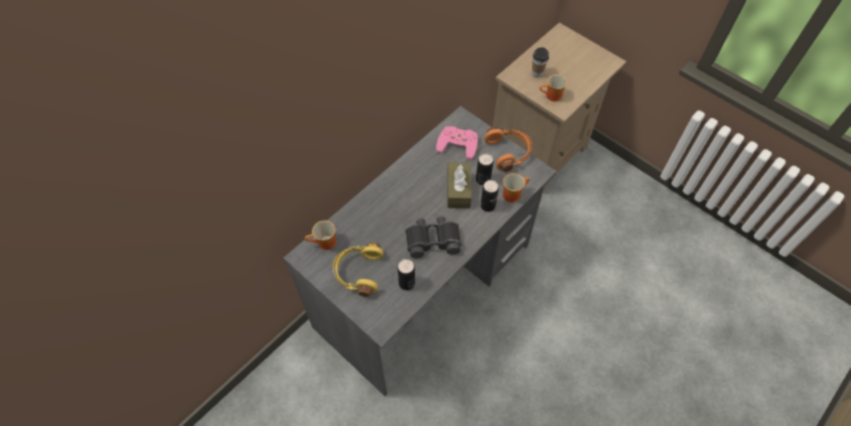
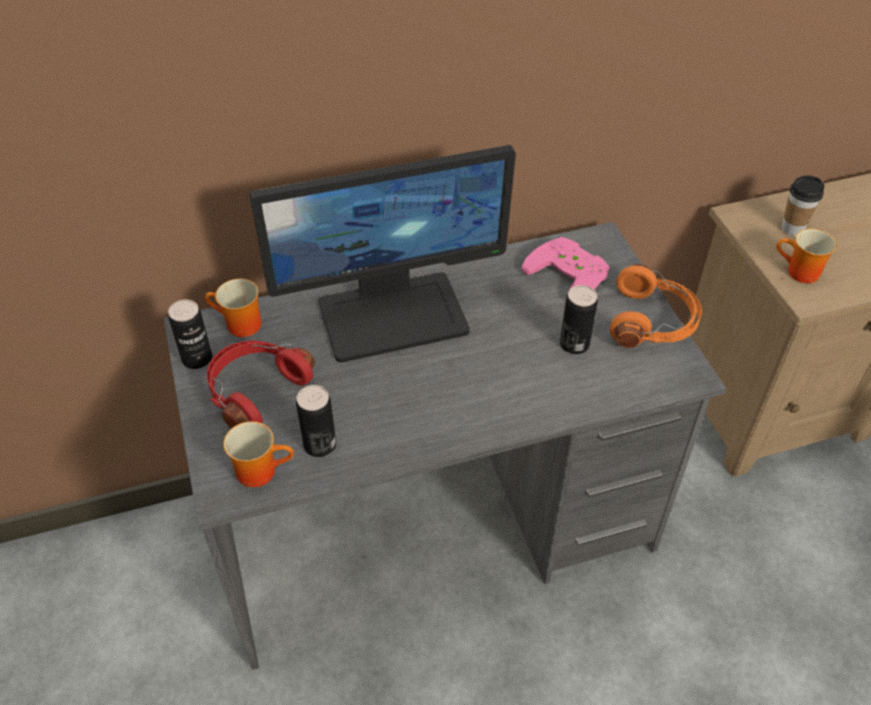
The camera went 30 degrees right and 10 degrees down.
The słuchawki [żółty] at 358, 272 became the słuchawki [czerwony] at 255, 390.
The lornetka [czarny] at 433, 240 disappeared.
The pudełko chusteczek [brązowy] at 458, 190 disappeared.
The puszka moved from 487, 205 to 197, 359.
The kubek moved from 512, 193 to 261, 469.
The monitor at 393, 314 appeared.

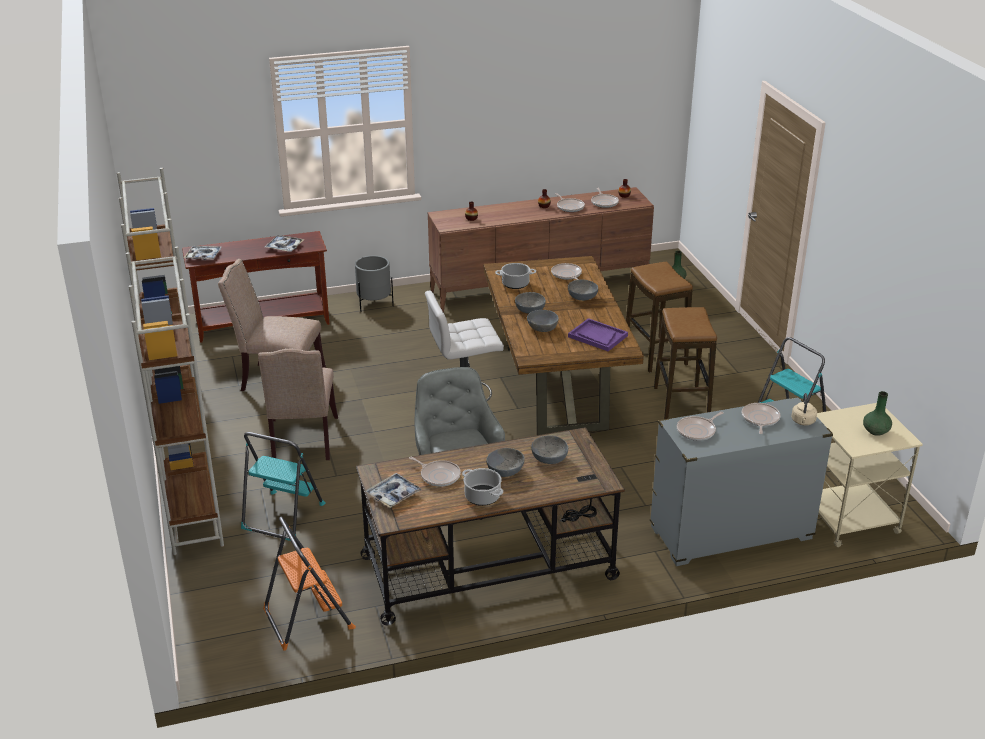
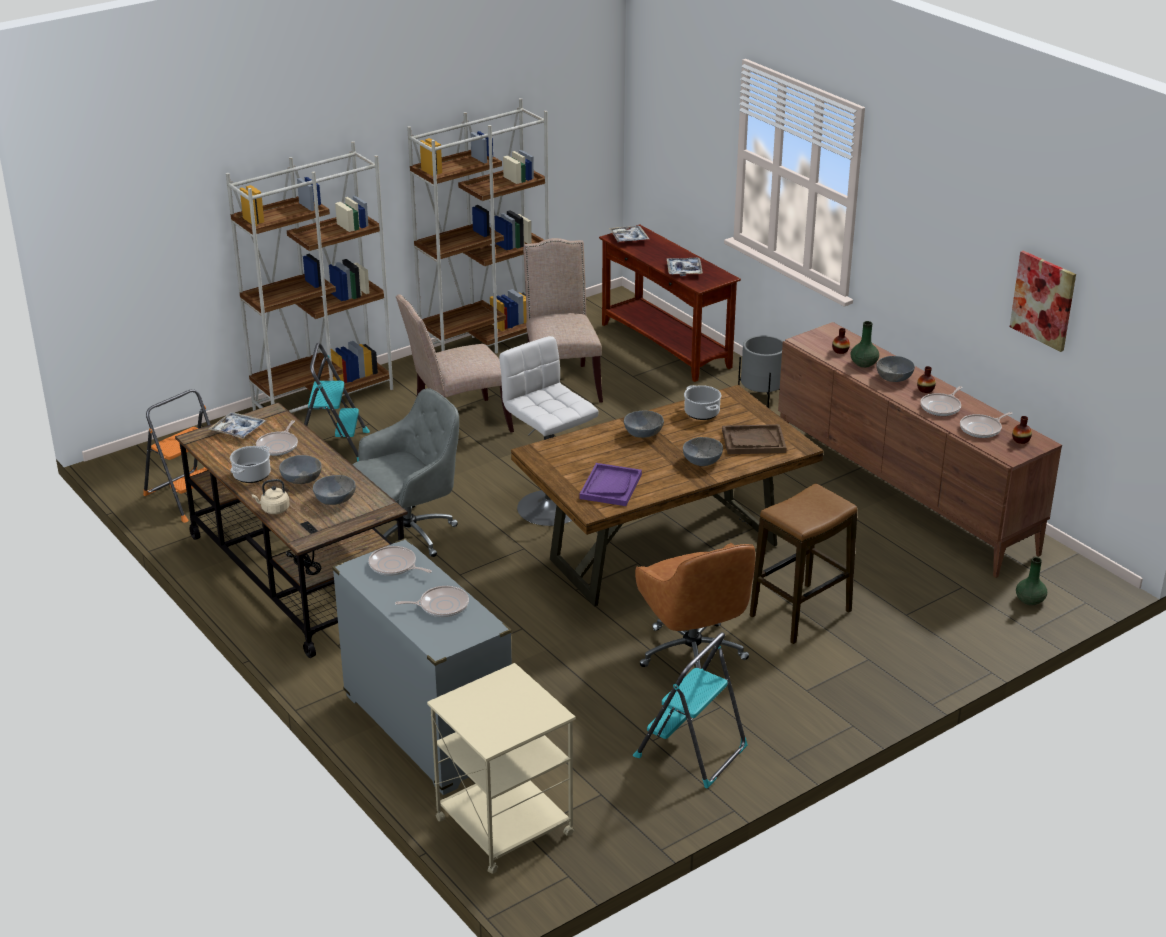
The camera went 70 degrees right and 0 degrees up.
The miska [szary] moved from 542, 328 to 894, 378.
The patelnia at 567, 275 was replaced by the taca [brązowy] at 753, 441.
The stołek at 681, 404 was replaced by the krzesło biurowe [brązowy] at 691, 653.
The czajnik [beżowy] moved from 803, 422 to 273, 509.
The wazon [zielony] moved from 875, 431 to 864, 364.
The obraz at 1043, 300 appeared.

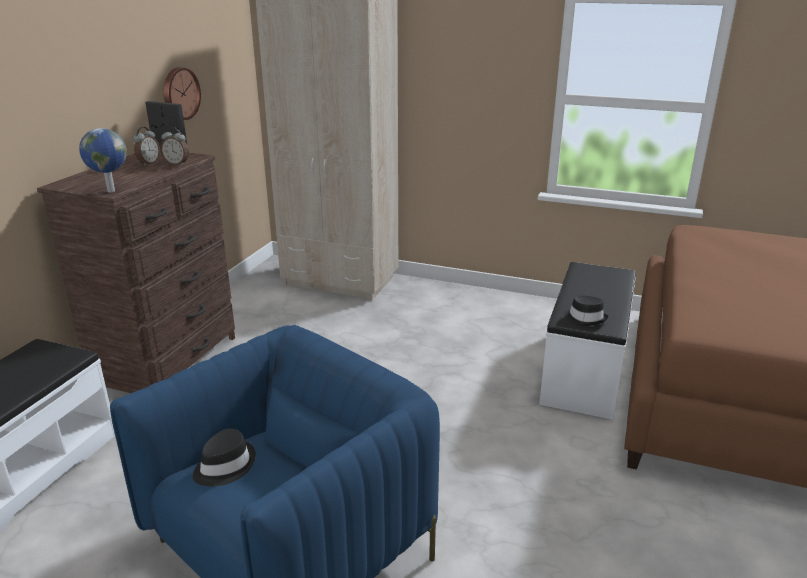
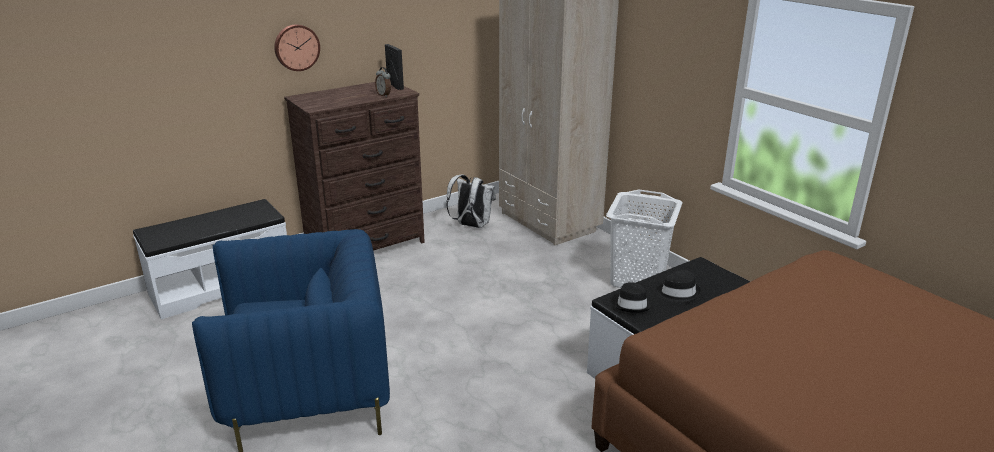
The camera went 35 degrees right and 0 degrees up.
The globus at 110, 191 disappeared.
The budzik at 148, 163 disappeared.
The zegar ścienny moved from 180, 93 to 296, 47.
The kapelusz [czarny] moved from 224, 466 to 677, 293.
The plecak [biały] at 471, 225 appeared.
The kosz na pranie [biały] at 638, 279 appeared.

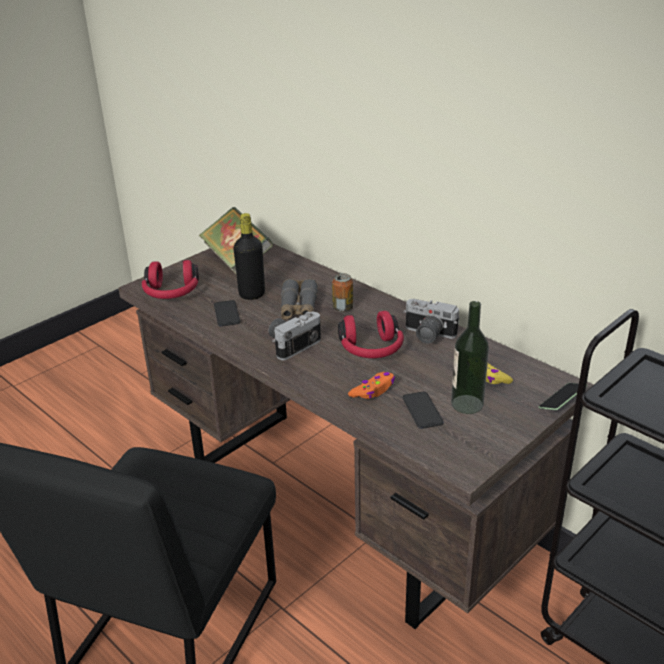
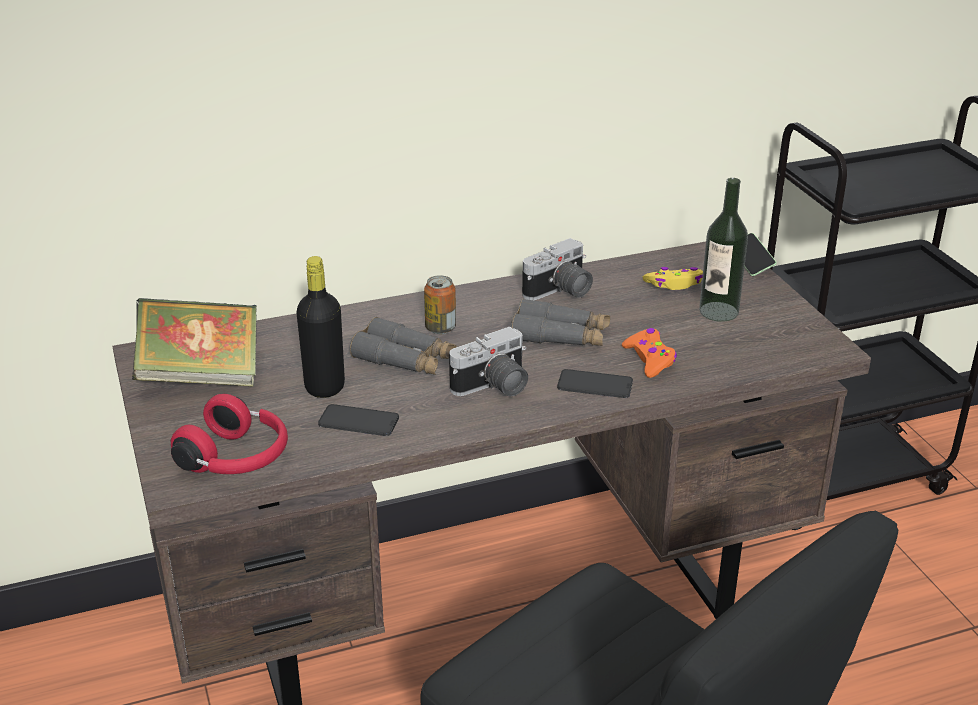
The camera went 65 degrees left and 0 degrees up.
The aparat fotograficzny at 292, 344 turned 105 degrees counterclockwise.
The słuchawki [czerwony] at 371, 350 was replaced by the lornetka [szary] at 560, 336.
The telefon moved from 422, 410 to 595, 385.

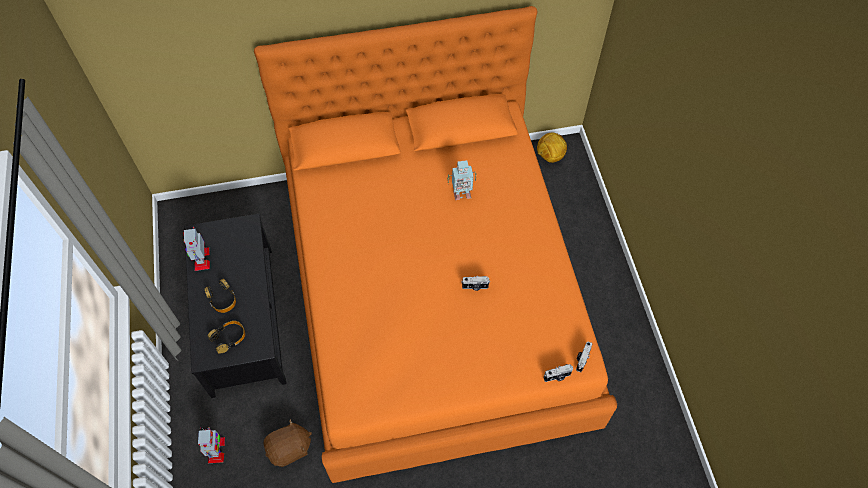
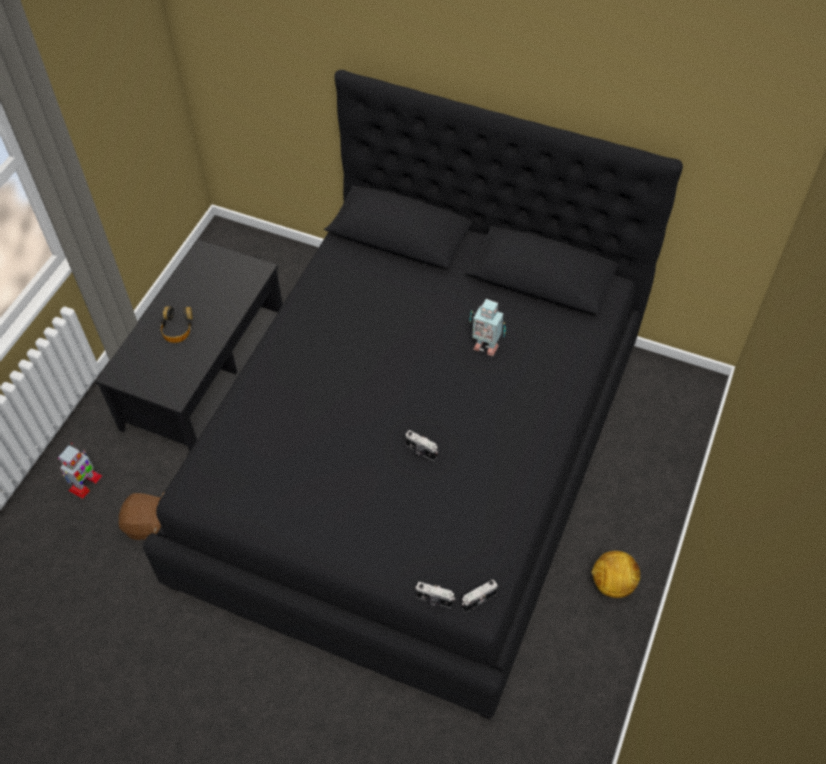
The camera went 35 degrees right and 5 degrees down.
The robot zabawkowy at 201, 258 disappeared.
The słuchawki at 229, 337 disappeared.
The łóżko [pomarańczowy] at 434, 296 became the łóżko [czarny] at 415, 461.
The piłka futbolowa moved from 550, 156 to 612, 584.

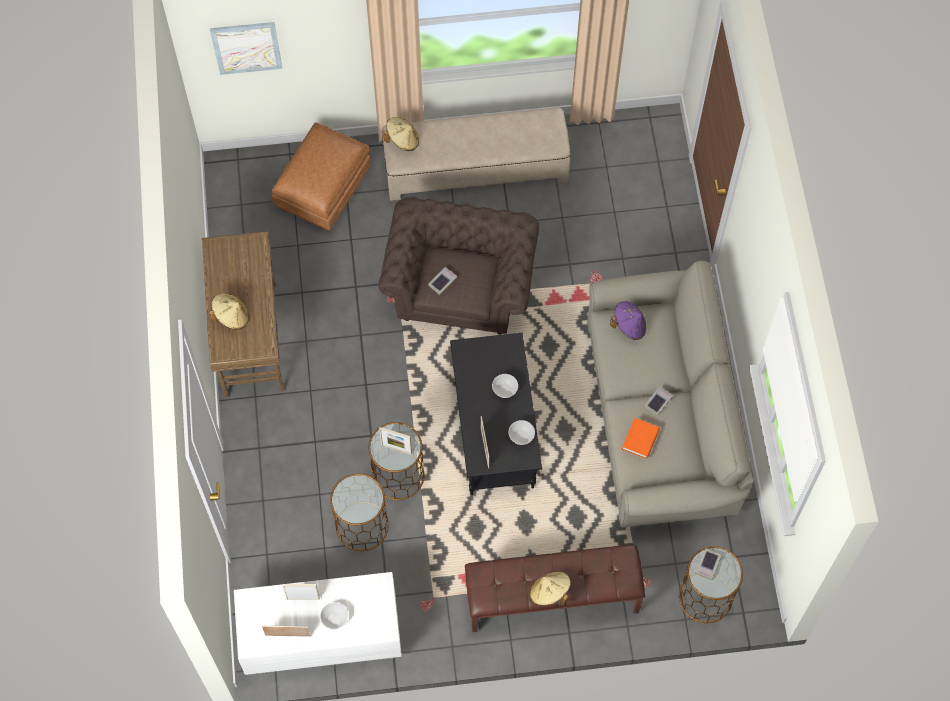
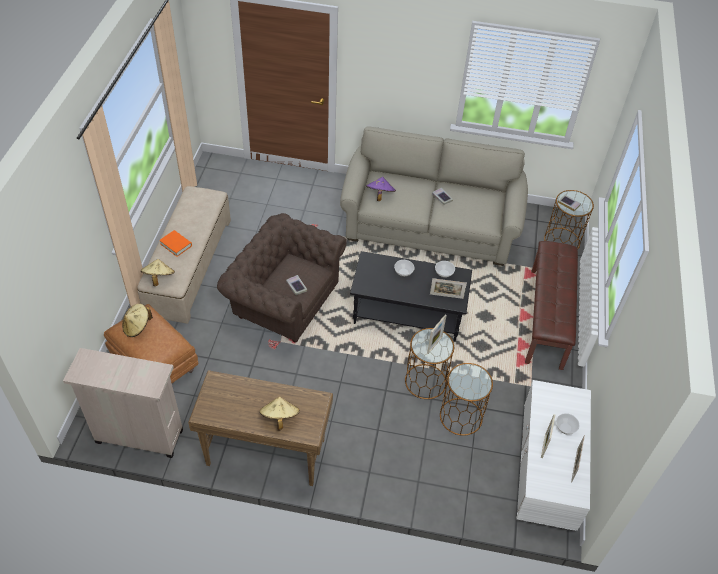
The camera went 75 degrees left and 15 degrees down.
The obraz at 246, 47 disappeared.
The kapelusz [beżowy] moved from 549, 593 to 137, 327.
The książka [pomarańczowy] moved from 640, 440 to 176, 245.
The szafka [beżowy] at 138, 436 appeared.

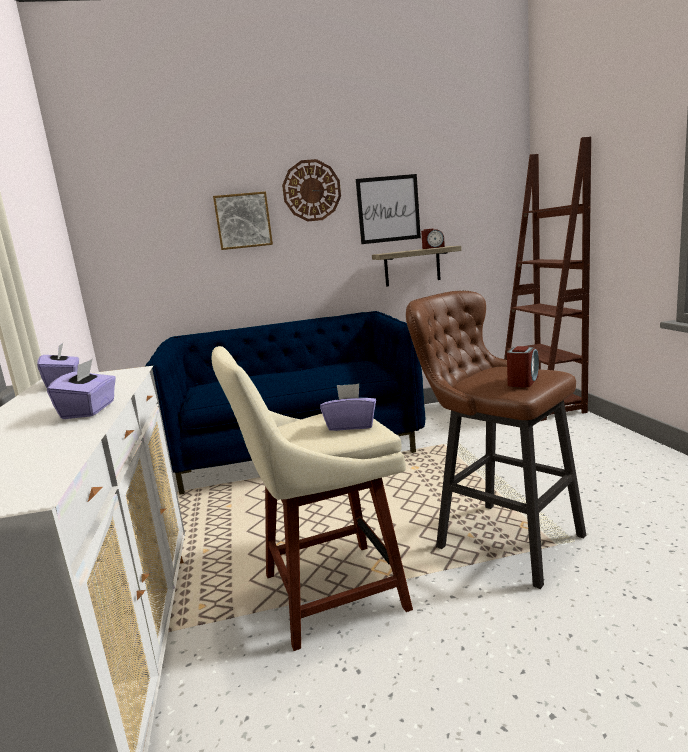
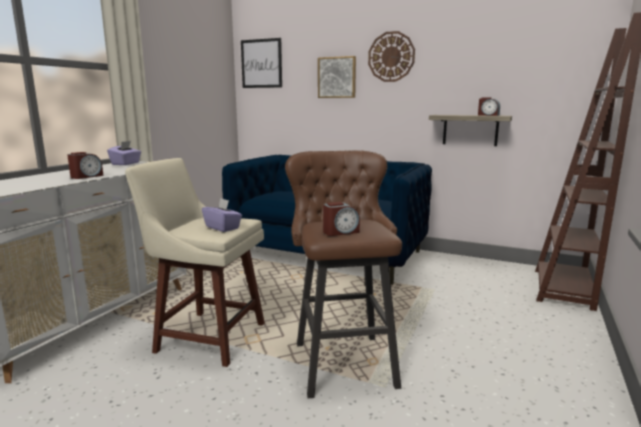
The camera went 35 degrees right and 0 degrees up.
The pudełko chusteczek [fioletowy] at 90, 410 was replaced by the budzik at 86, 176.
The obraz moved from 388, 209 to 261, 63.

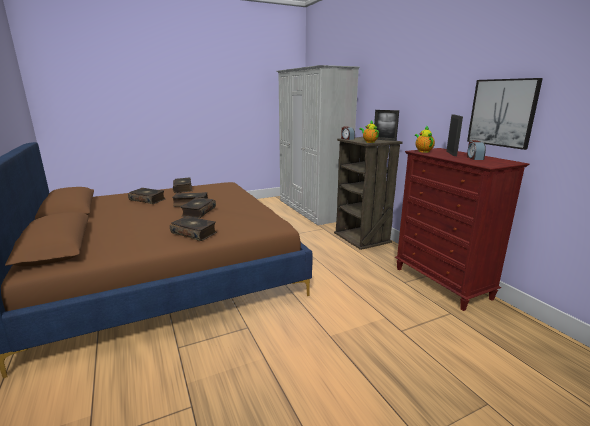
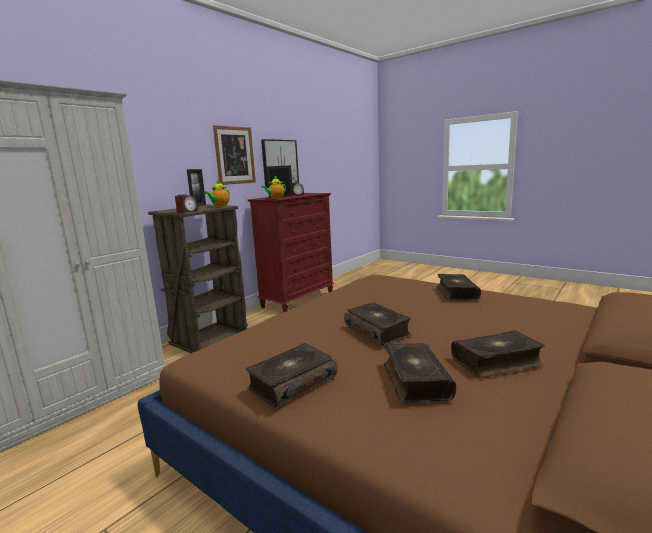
The camera went 115 degrees left and 5 degrees down.
The książka moved from 198, 212 to 496, 362.
The obraz at 234, 155 appeared.

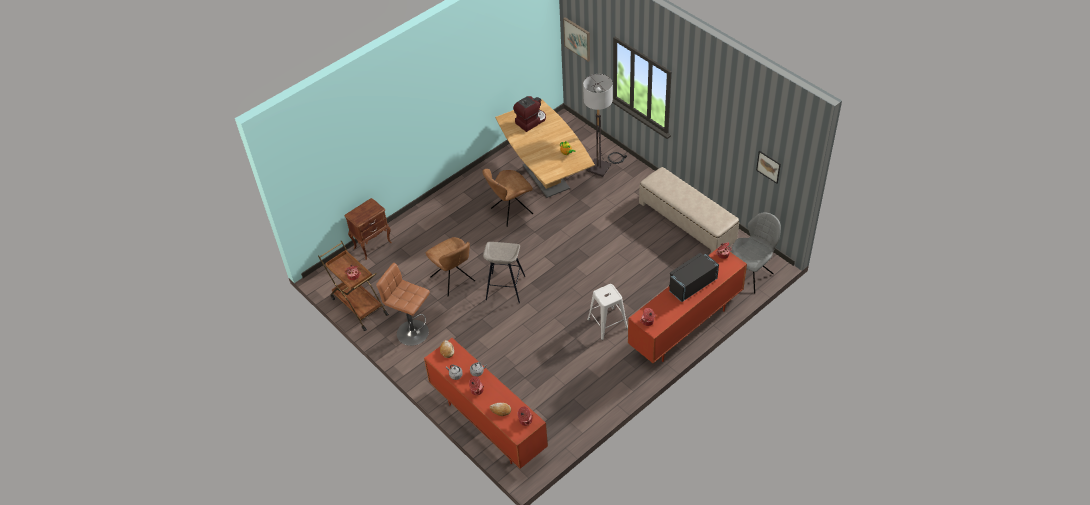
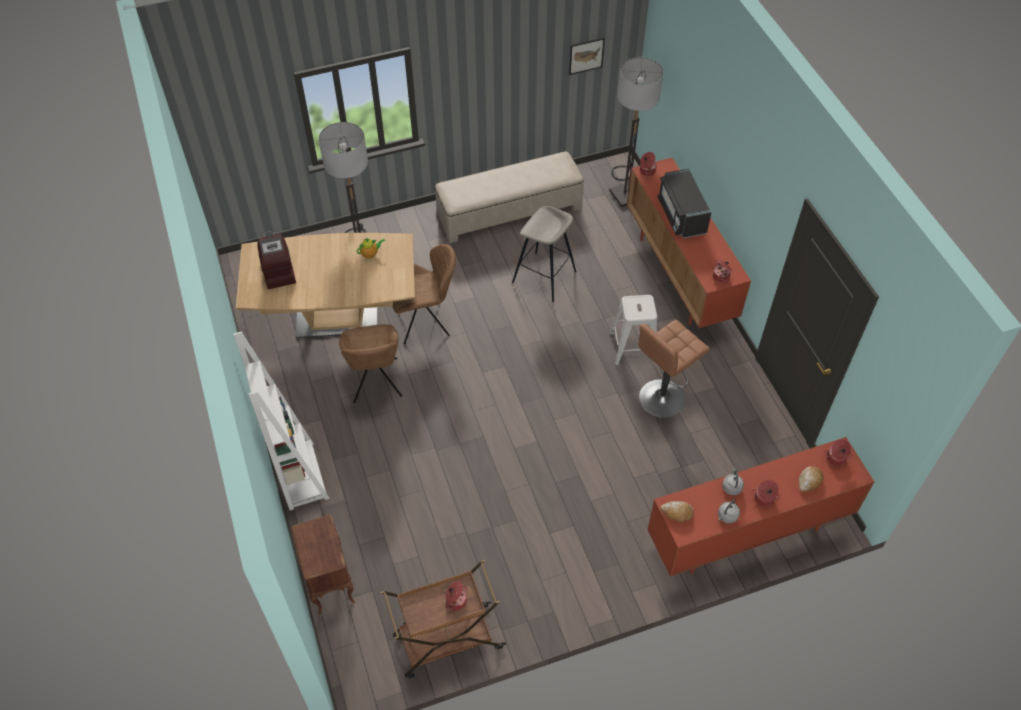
The camera went 70 degrees left and 5 degrees up.
The stołek [brązowy] moved from 412, 332 to 661, 398.
The krzesło [brązowy] moved from 453, 280 to 425, 322.
The stołek [szary] moved from 505, 288 to 544, 277.
The obraz at 577, 38 disappeared.
The krzesło [szary] at 751, 274 was replaced by the lampa stojąca at 625, 189.
The regał [biały] at 301, 476 appeared.

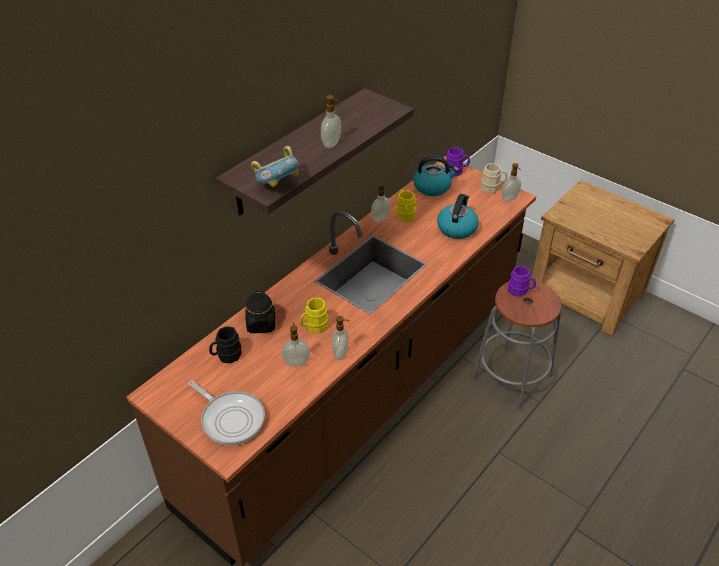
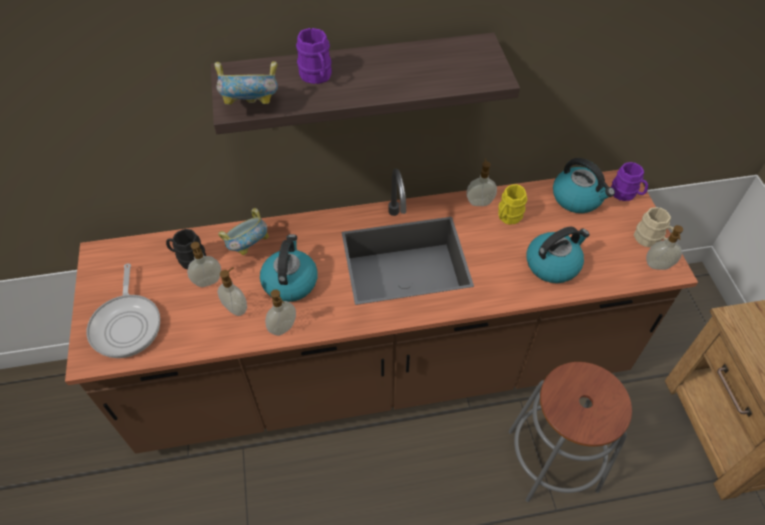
The camera went 40 degrees right and 10 degrees up.
The słoik [czarny] at 261, 324 was replaced by the miska at 249, 246.
The kubek [żółty] at 314, 326 was replaced by the czajnik at 290, 281.
The dozownik mydła moved from 332, 144 to 208, 282.
The kubek [fioletowy] moved from 520, 291 to 317, 76.

